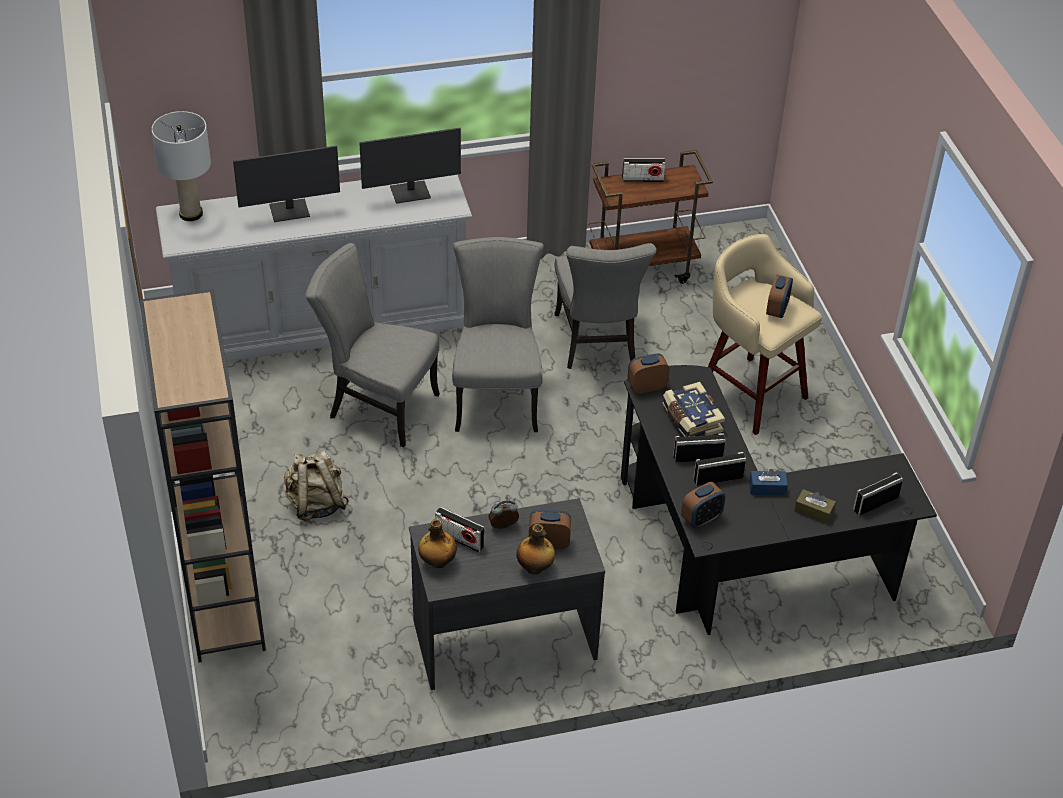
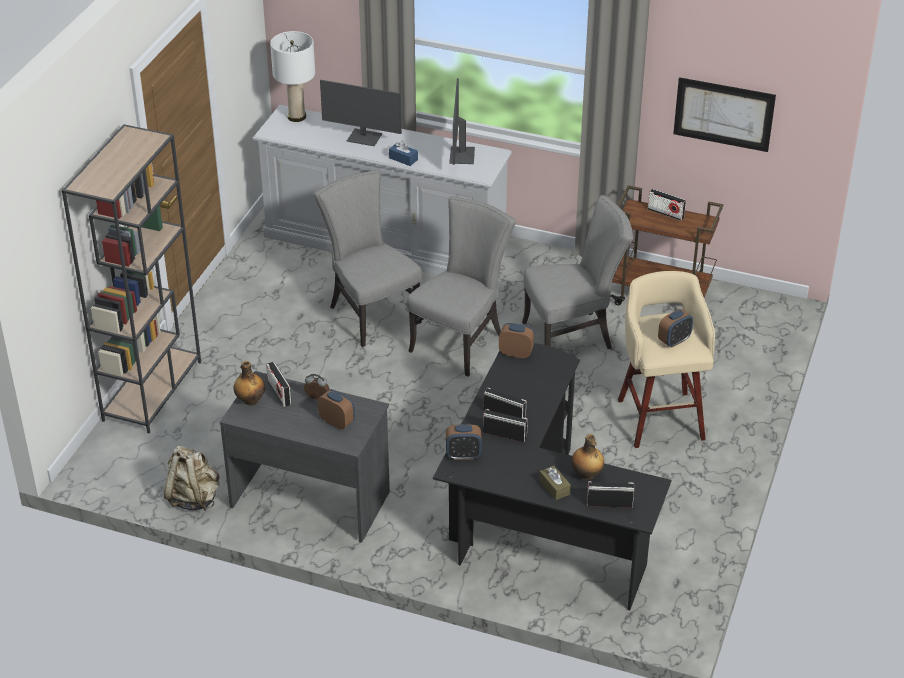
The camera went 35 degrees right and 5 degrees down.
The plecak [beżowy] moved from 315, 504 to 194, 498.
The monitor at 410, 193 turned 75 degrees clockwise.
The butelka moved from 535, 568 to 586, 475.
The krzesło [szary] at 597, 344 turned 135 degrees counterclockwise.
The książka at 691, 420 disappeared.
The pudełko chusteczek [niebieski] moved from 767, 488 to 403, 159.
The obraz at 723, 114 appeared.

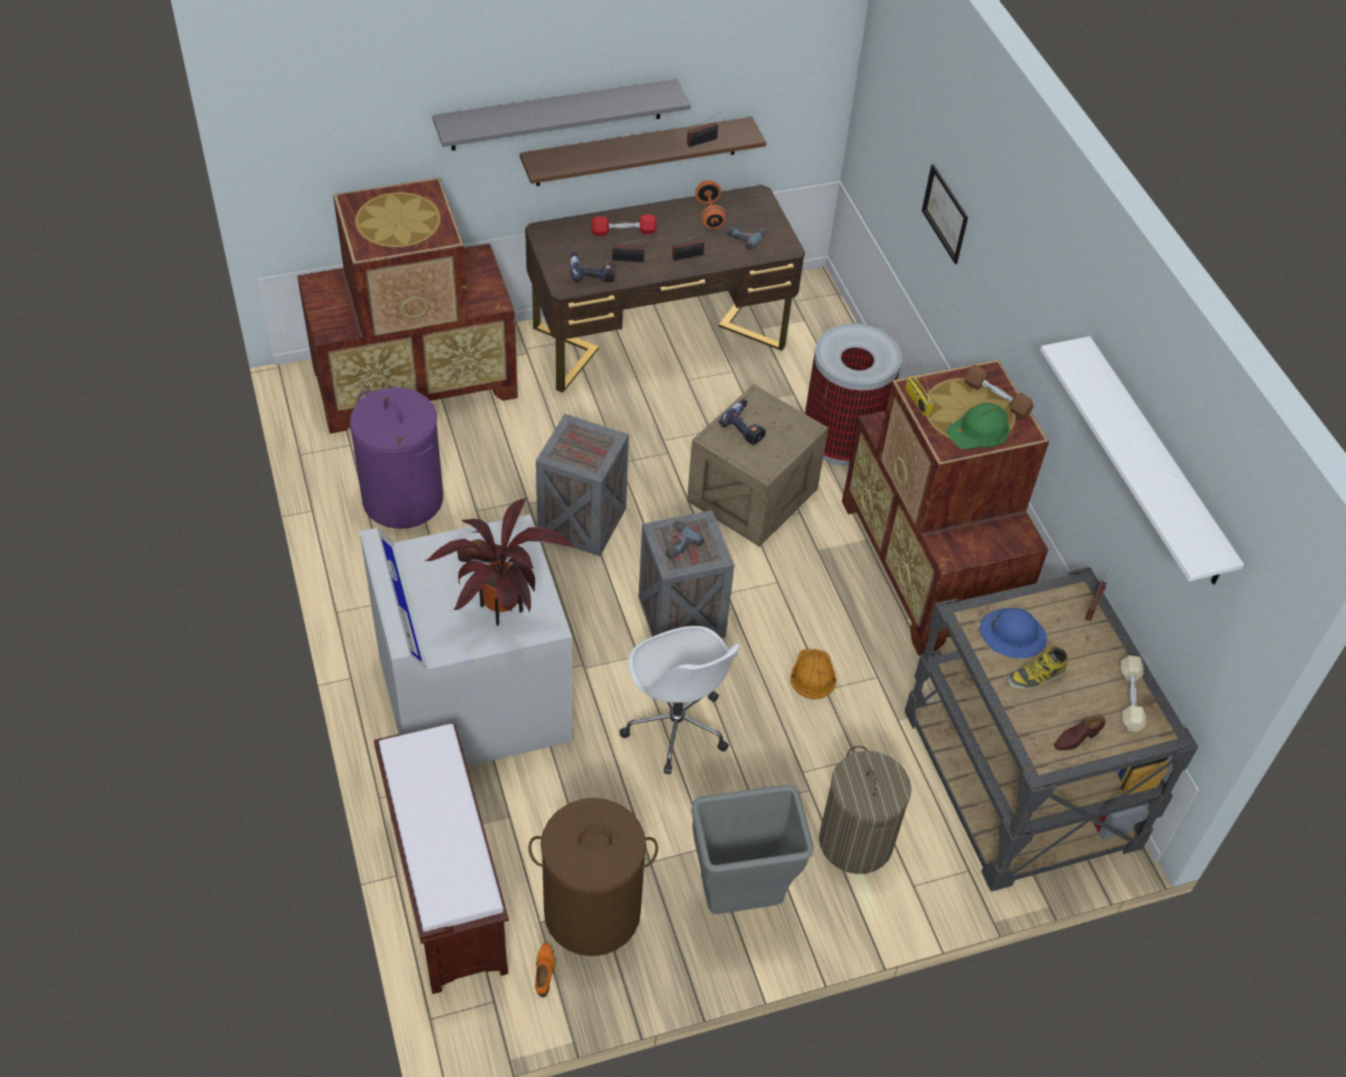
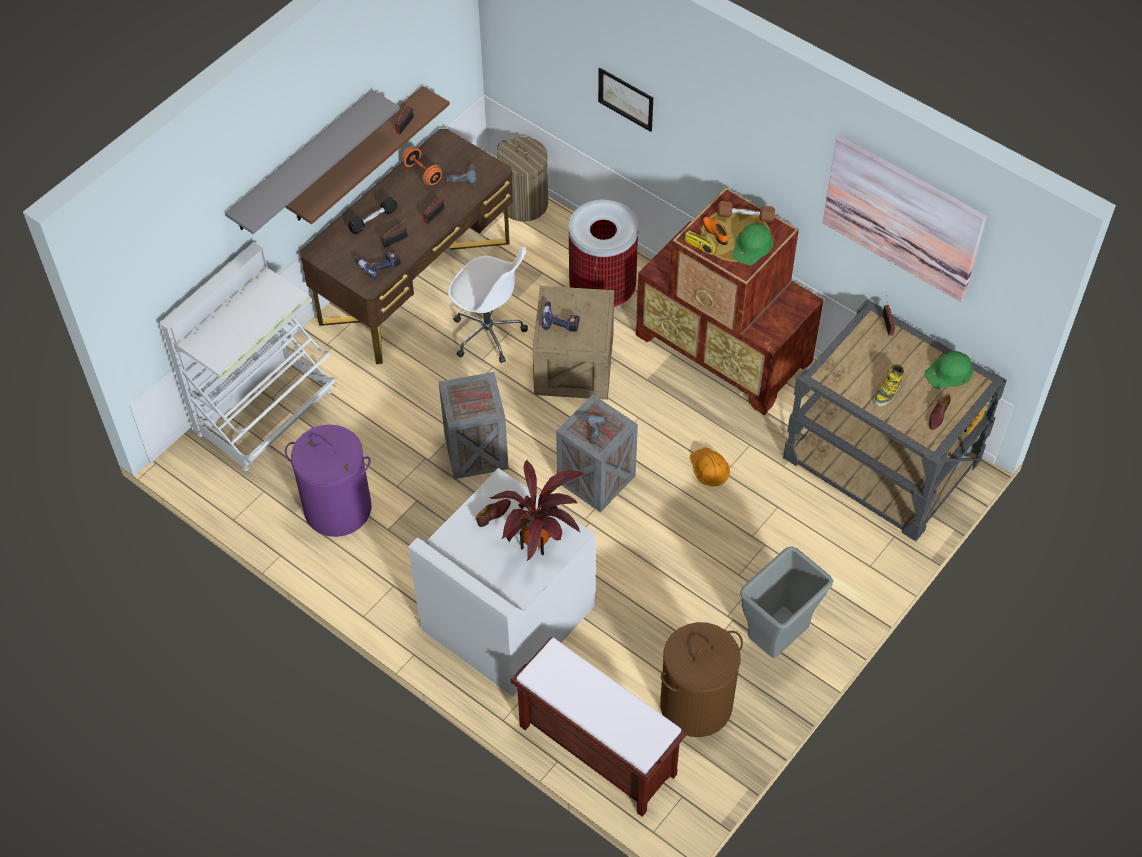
The camera went 30 degrees left and 5 degrees up.
The szafka at 415, 381 was replaced by the regał na buty [biały] at 268, 415.
The but [pomarańczowy] moved from 544, 971 to 715, 232.
The hantel [czerwony] at 623, 231 became the hantel [czarny] at 373, 220.
The krzesło biurowe [biały] moved from 677, 731 to 490, 335.
The kosz na pranie moved from 855, 841 to 523, 204.
The kask [niebieski] at 1012, 634 disappeared.
The półka [biały] at 1155, 462 was replaced by the obraz at 902, 217.
The hantel [beżowy] at 1130, 698 was replaced by the kask [zielony] at 949, 372.

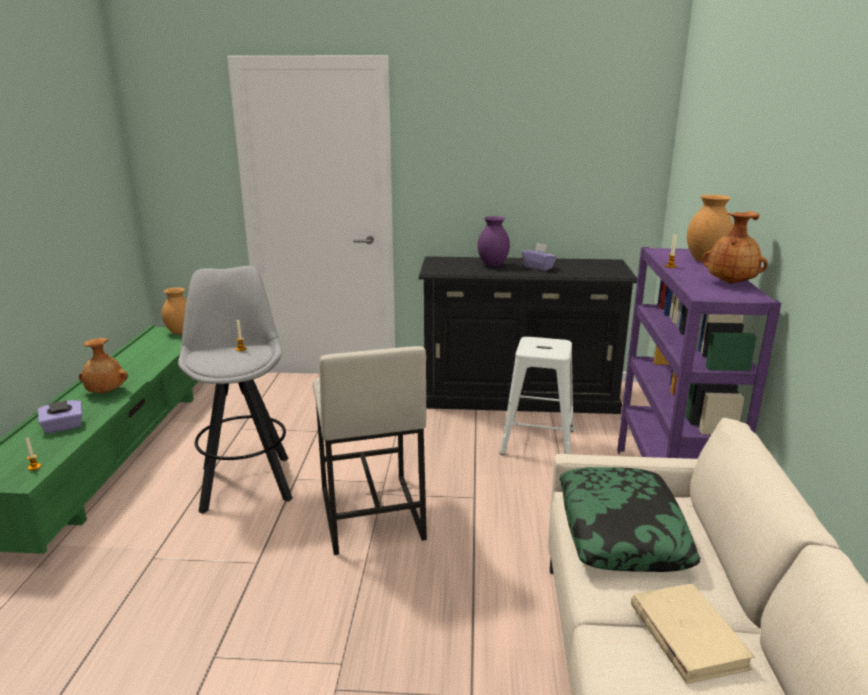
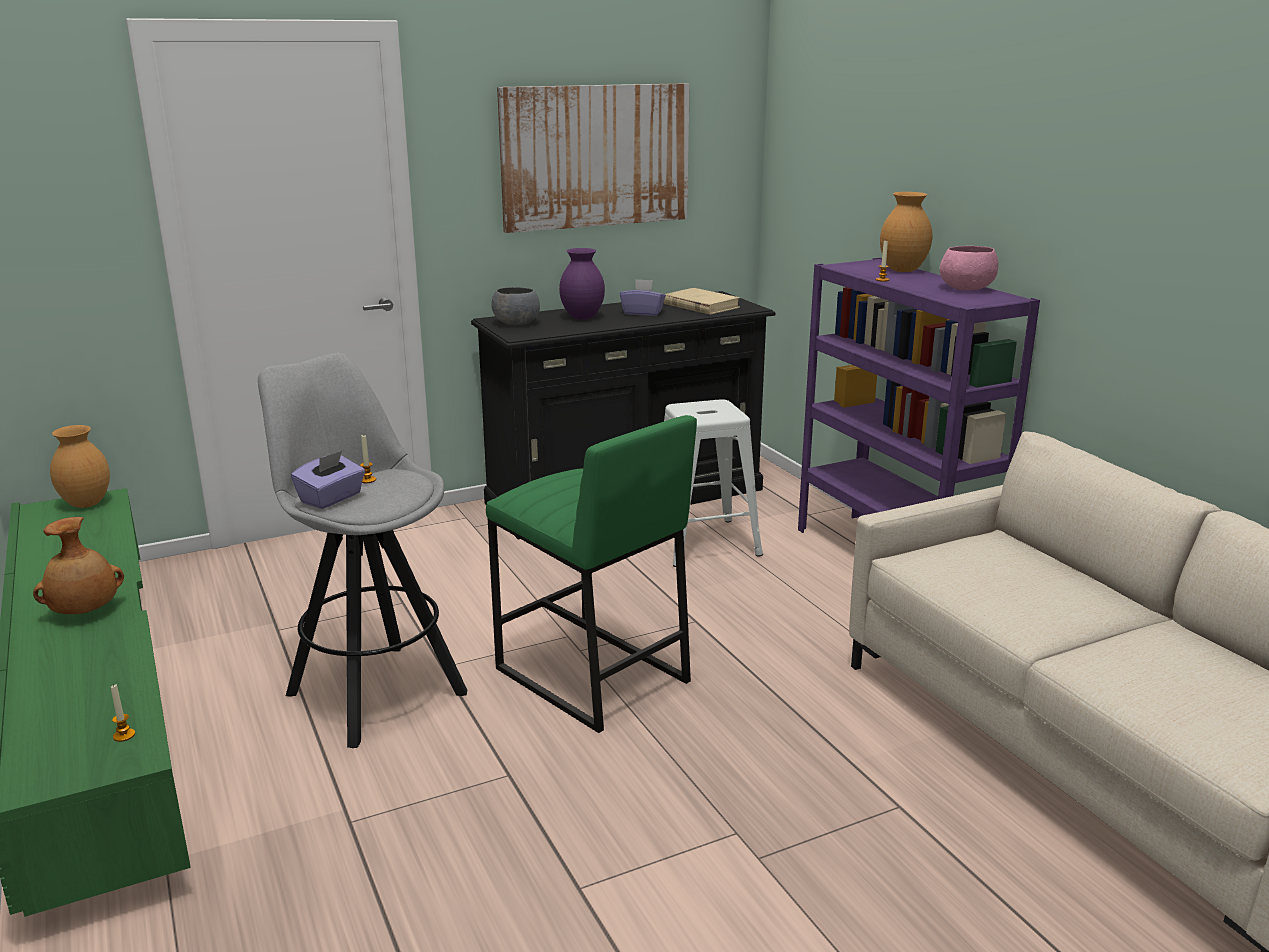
The camera went 30 degrees left and 0 degrees up.
The pudełko chusteczek [fioletowy] moved from 63, 427 to 331, 498.
The stołek [beżowy] at 371, 513 became the stołek [zielony] at 592, 675.
The poduszka at 622, 531 disappeared.
The książka [beżowy] moved from 687, 635 to 701, 305.
The wazon [brązowy] at 730, 283 was replaced by the miska [różowy] at 966, 288.
The miska [szary] at 517, 323 appeared.
The obraz at 596, 156 appeared.

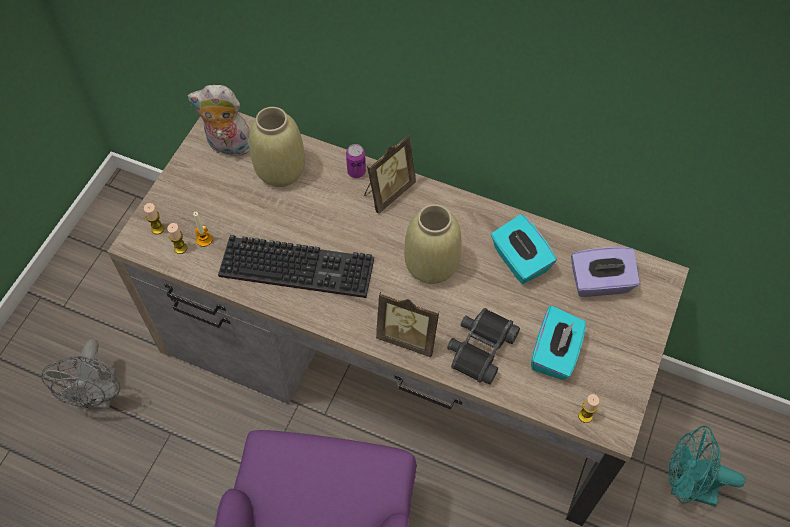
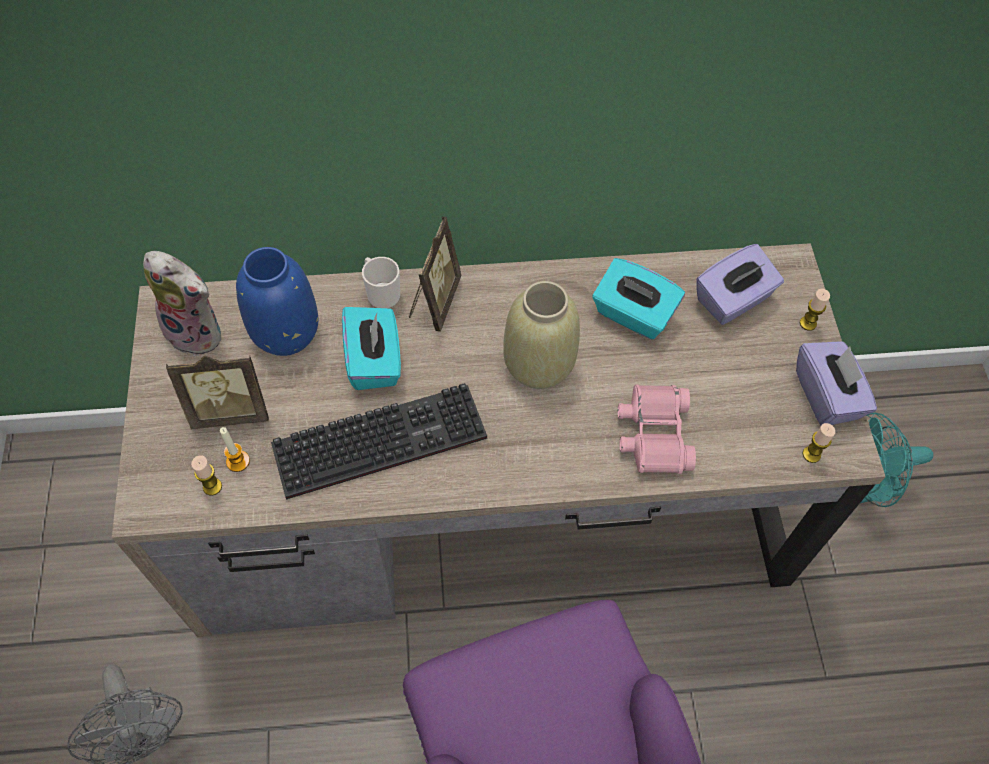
The camera went 30 degrees left and 0 degrees up.
The świeca moved from 157, 229 to 808, 323.
The pluszak at 228, 147 turned 135 degrees counterclockwise.
The wazon [beżowy] at 280, 170 became the wazon [niebieski] at 285, 331.
The puszka at 356, 171 was replaced by the kubek at 381, 294.
The ramka na zdjęcie moved from 408, 337 to 231, 411.
The lornetka [czarny] at 480, 348 became the lornetka [różowy] at 653, 434.
The pudełko chusteczek [turkusowy] moved from 555, 353 to 374, 361.
The pudełko chusteczek [fioletowy] at 827, 396 appeared.

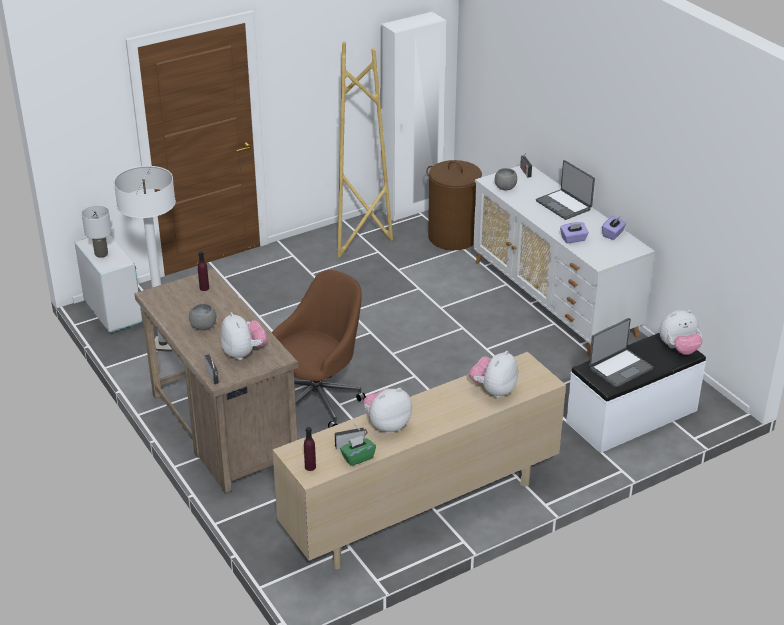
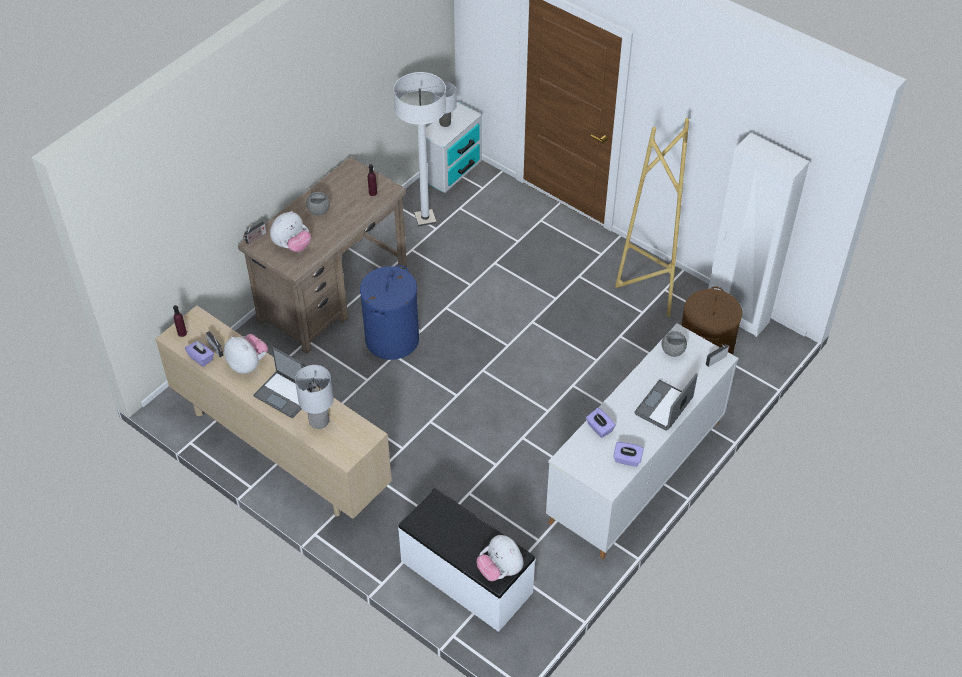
The camera went 70 degrees right and 15 degrees up.
The krzesło biurowe [brązowy] at 317, 401 was replaced by the kosz na pranie [niebieski] at 392, 340.
The pudełko chusteczek [zielony] at 358, 458 became the pudełko chusteczek [fioletowy] at 201, 358.
The pluszak at 493, 390 was replaced by the lampa stołowa [szary] at 319, 423.
The laptop moved from 619, 368 to 285, 394.

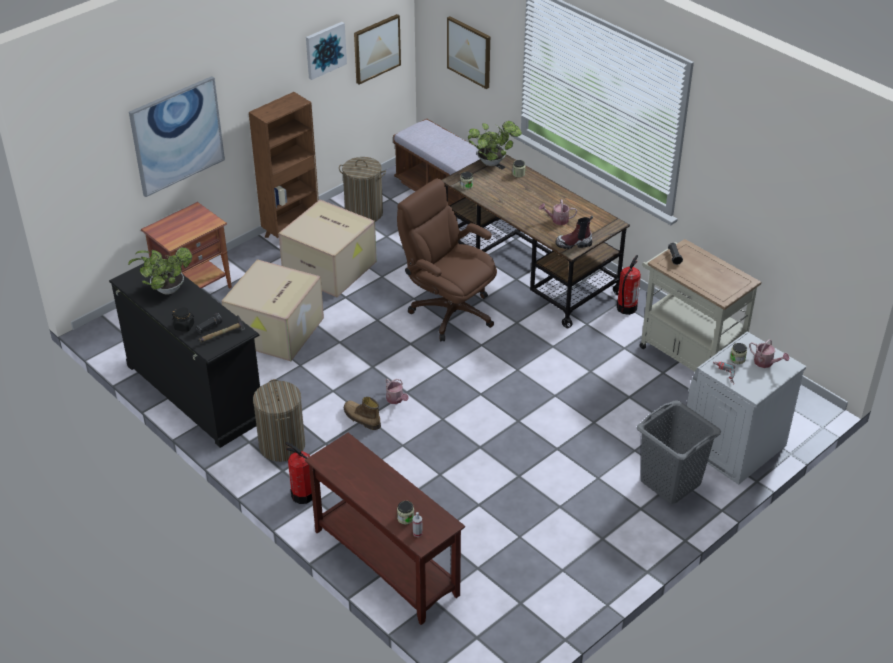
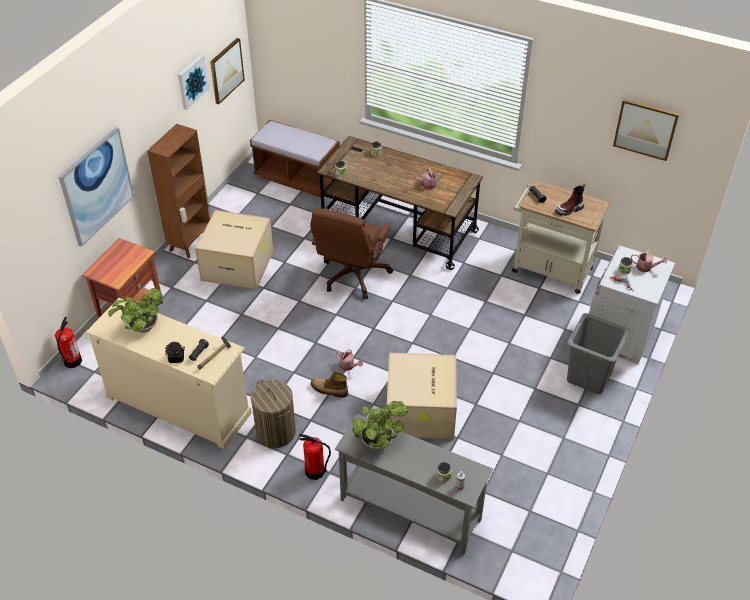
The camera went 20 degrees left and 5 degrees up.
The szafka [czarny] at 195, 392 became the szafka [beżowy] at 178, 405.
The karton moved from 276, 331 to 421, 412.
The stolik konsolowy [brązowy] at 385, 563 became the stolik konsolowy [szary] at 409, 510.
The kosz na pranie at 364, 213 disappeared.
The krzesło biurowe [brązowy] at 448, 310 turned 90 degrees counterclockwise.
The obraz moved from 469, 51 to 645, 129.
The roślina doniczkowa moved from 493, 162 to 379, 441.
The but z cholewką moved from 574, 244 to 569, 209.
The gaśnica moved from 626, 308 to 72, 361.

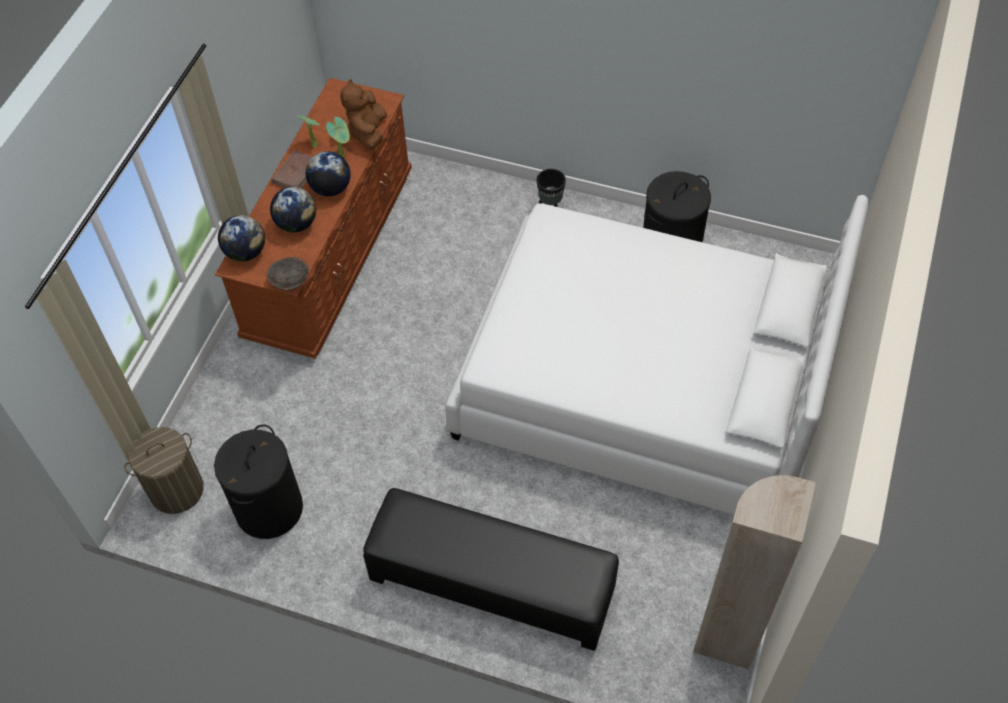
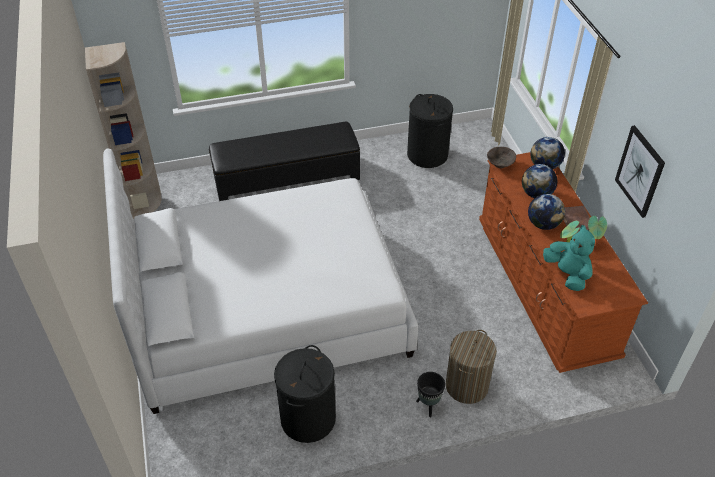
The camera went 145 degrees right and 10 degrees down.
The kosz na pranie moved from 177, 490 to 466, 386.
The pluszak [brązowy] at 368, 132 became the pluszak [turkusowy] at 567, 274.
The obraz at 640, 171 appeared.

